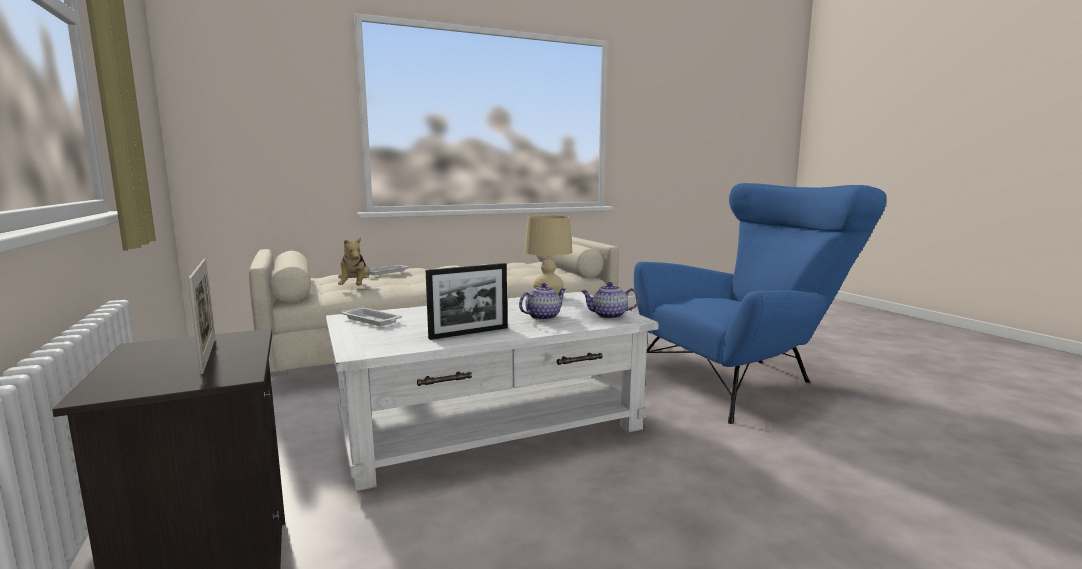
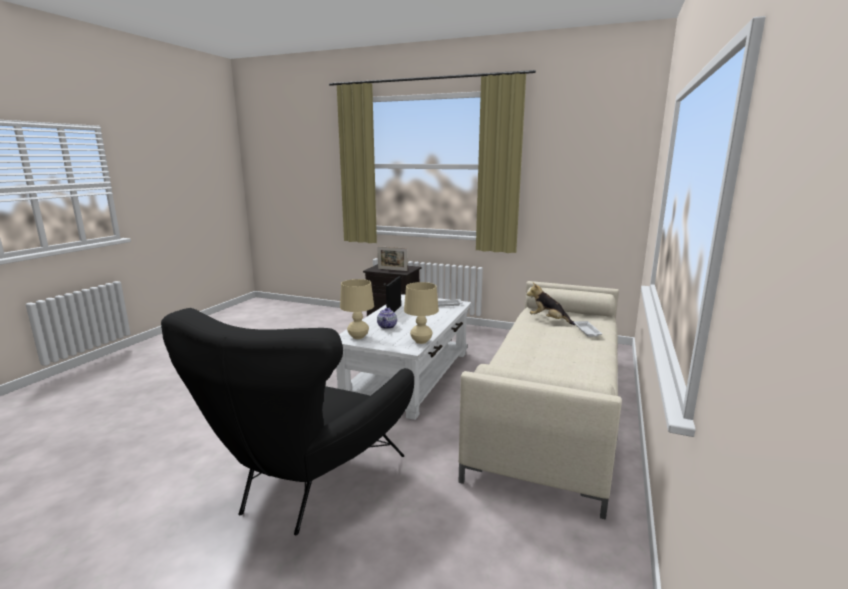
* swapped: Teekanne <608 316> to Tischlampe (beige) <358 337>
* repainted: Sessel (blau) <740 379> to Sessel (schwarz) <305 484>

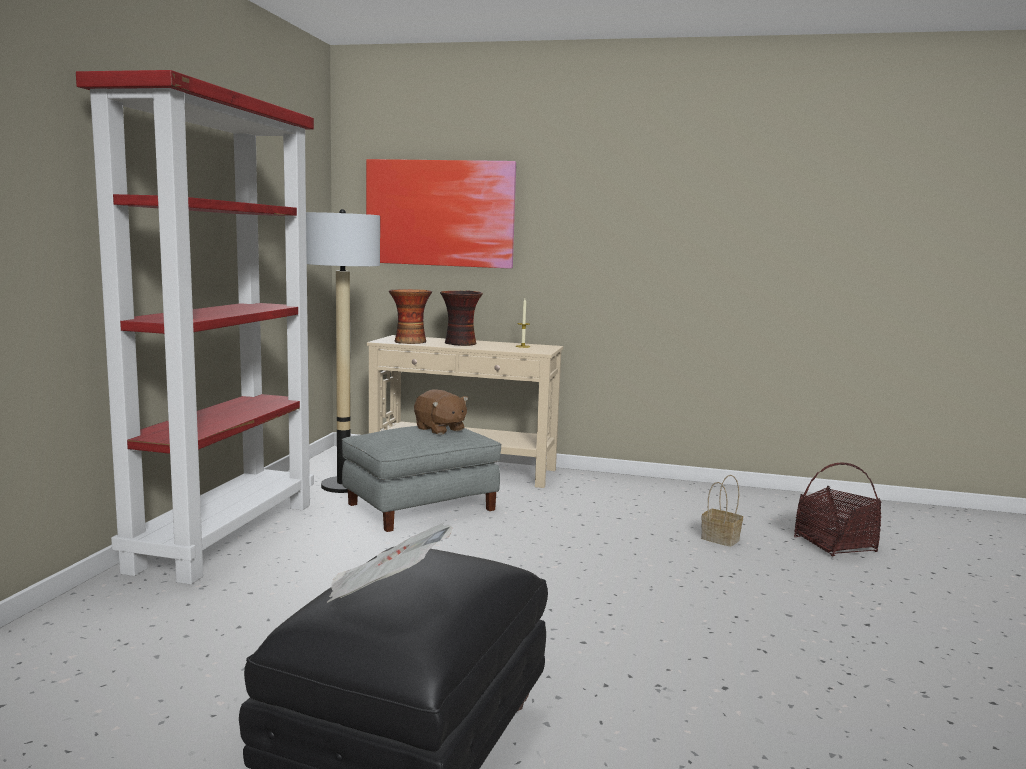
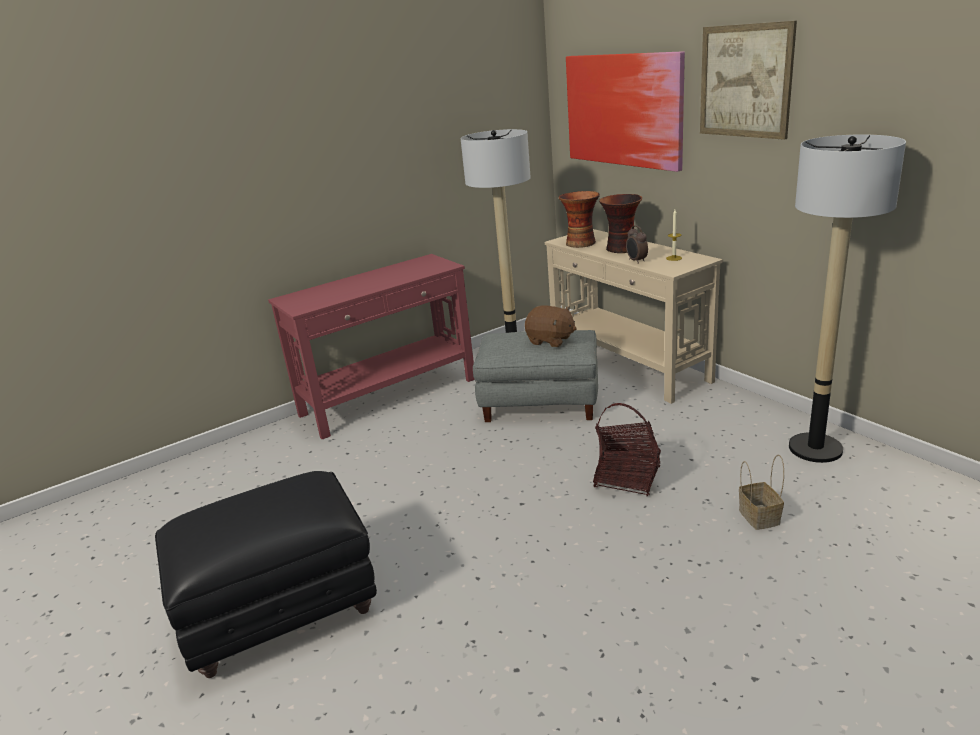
* gone: Zeitung <385 593>
* new: Wecker <636 261>
* new: Bild <745 81>
* new: Stehlampe <815 448>
* shifted: Korb <835 545> to <627 478>
* swapped: Bücherregal (rot) <225 534> to Konsolentisch (rot) <390 397>
* rotated: Plüschtier (braun) <440 429> = <550 340> 60 degrees counterclockwise

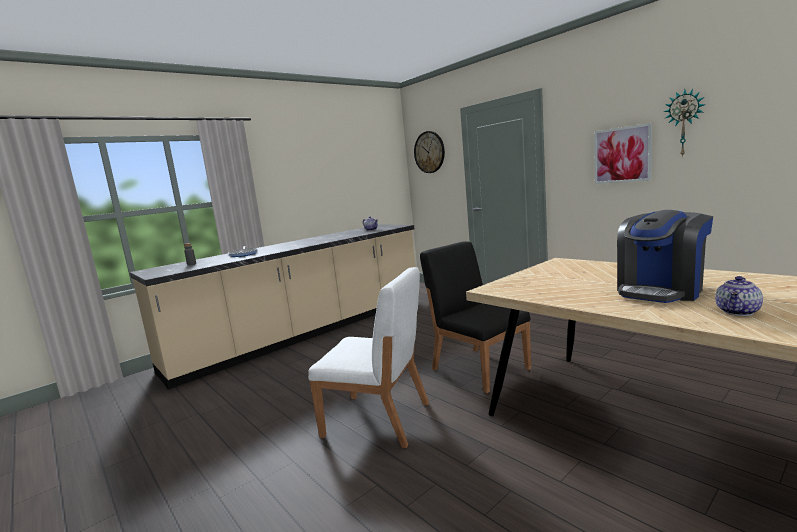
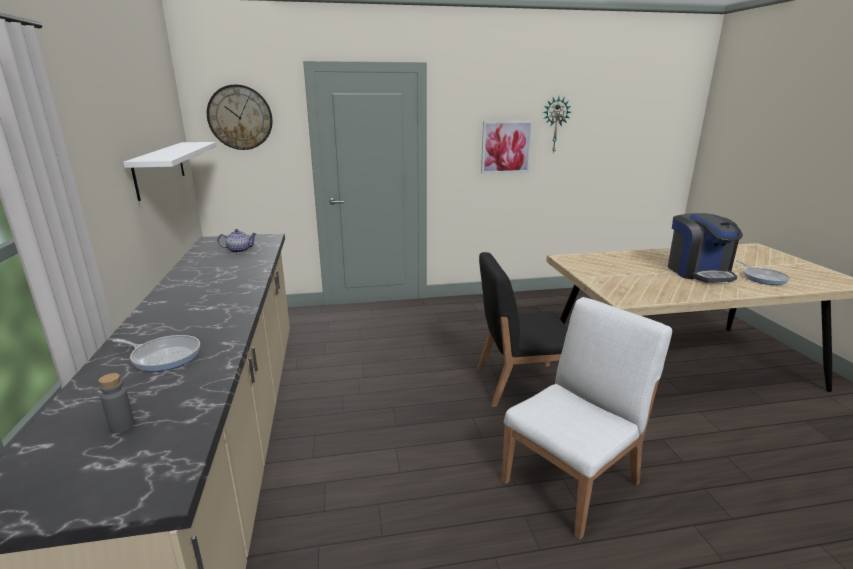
* new: Wandregal (weiß) <160 168>
* swapped: Teekanne <738 312> to Pfanne <763 278>

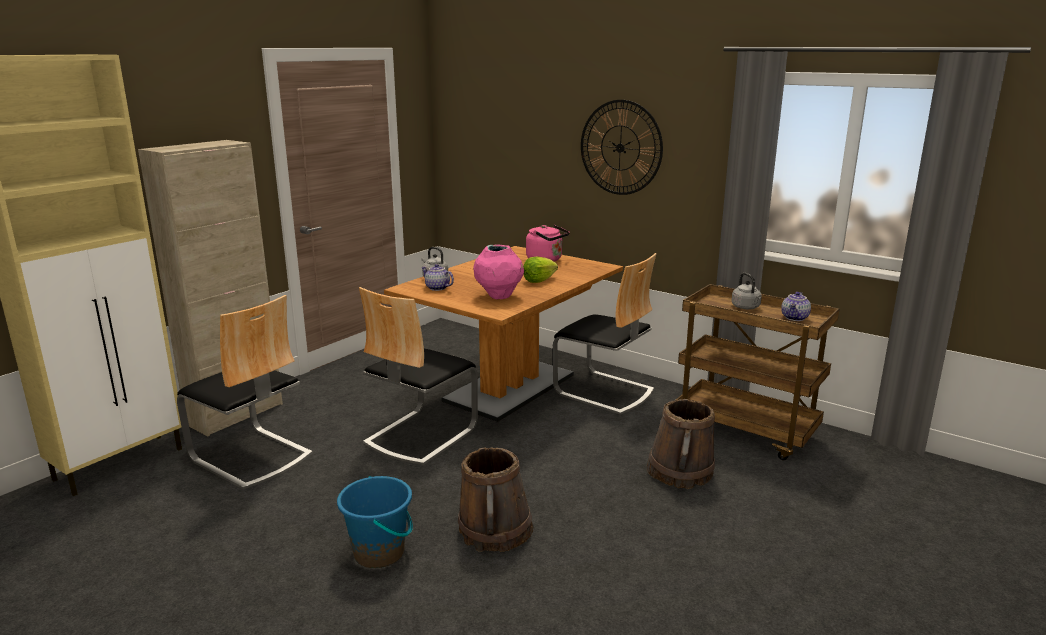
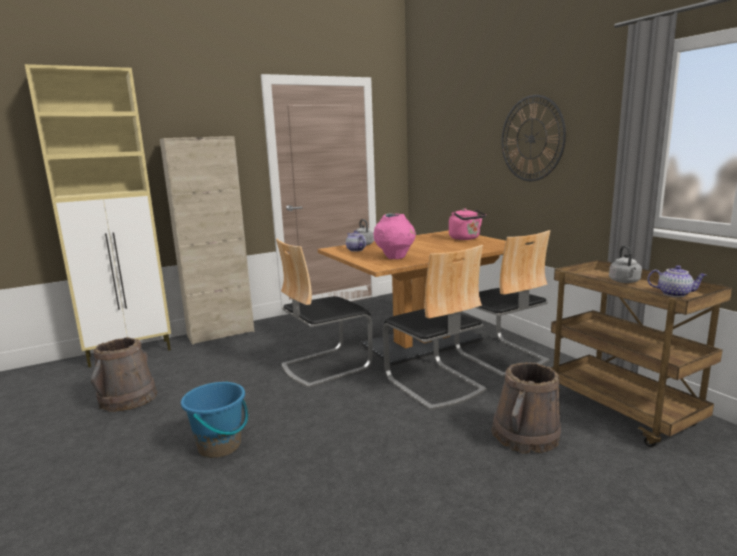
* gone: Salatkopf <539 280>
* shifted: Stuhl <250 457> to <434 384>
* shifted: Eimer (braun) <495 530> to <128 399>
* rotated: Teekanne <795 318> = <674 294> 120 degrees counterclockwise

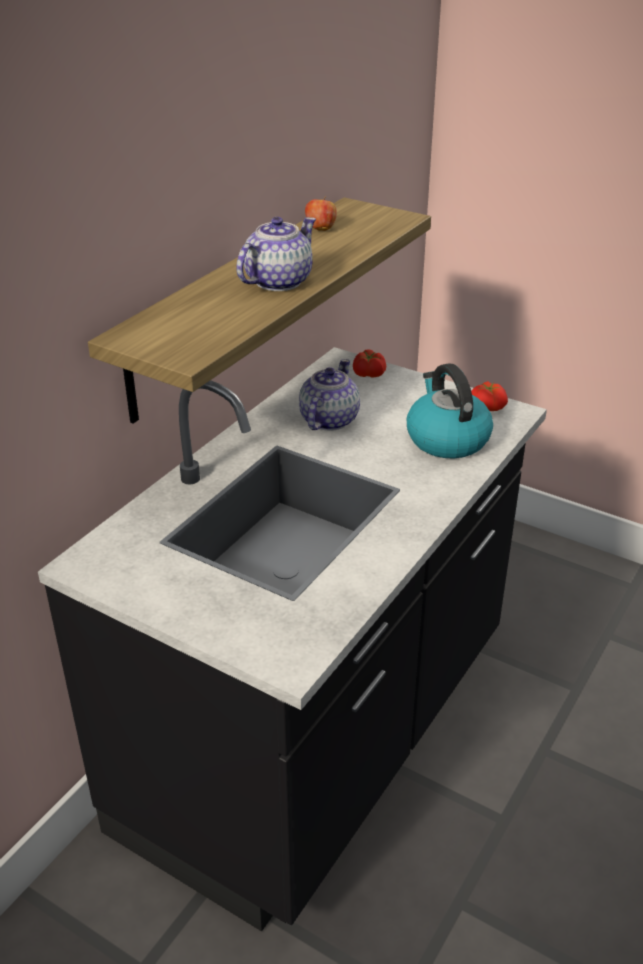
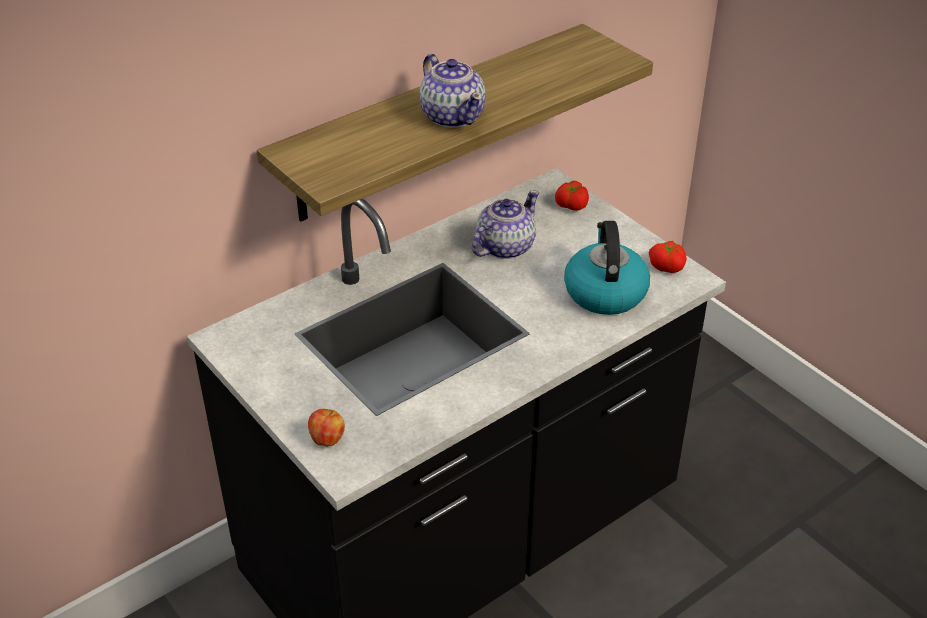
* shifted: Apfel <320 229> to <327 439>
* rotated: Teekanne <277 282> = <452 116> 90 degrees clockwise

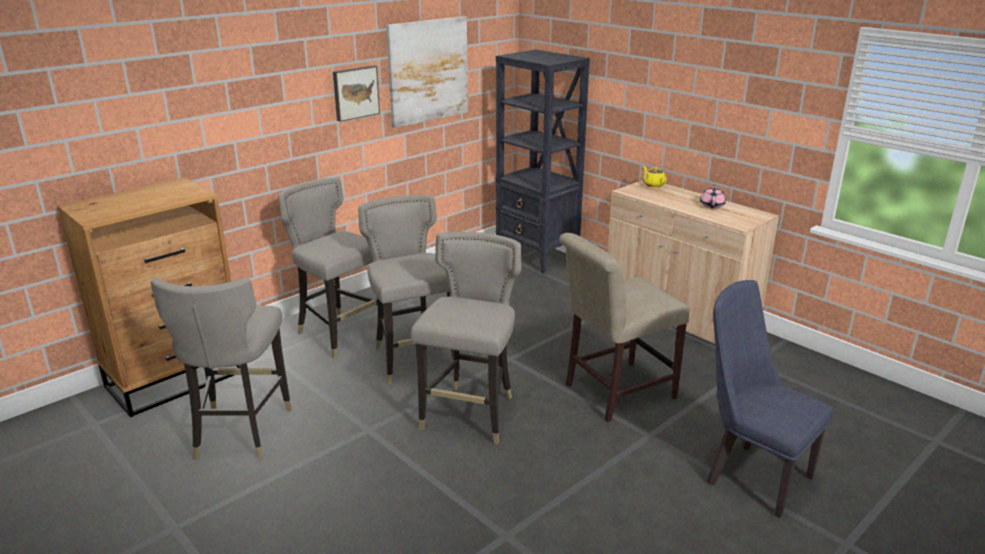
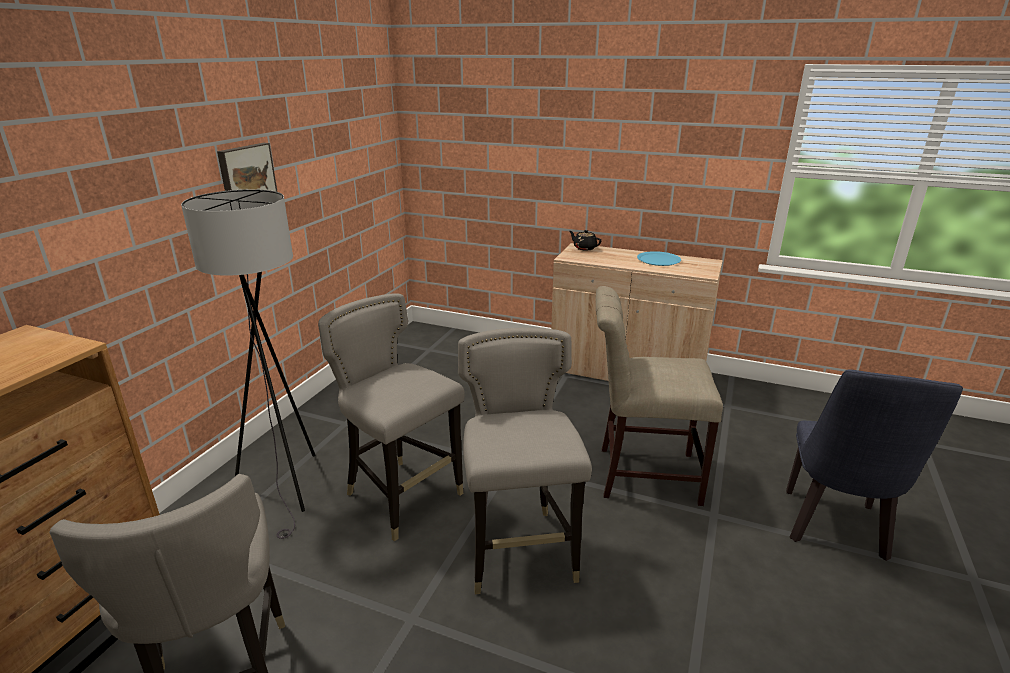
* gone: Bild <428 71>
* gone: Bücherregal (schwarz) <537 257>
* swapped: Hocker (grau) <340 334> to Stehlampe (grau) <288 487>
* swapped: Teekanne (rosa) <712 205> to Teller (blau) <658 259>
* repainted: Teekanne (gelb) <653 184> to Teekanne (schwarz) <584 248>
* rotated: Stuhl (beige) <614 392> = <641 474> 60 degrees clockwise
* rotated: Stuhl (blau) <751 475> = <835 530> 90 degrees counterclockwise

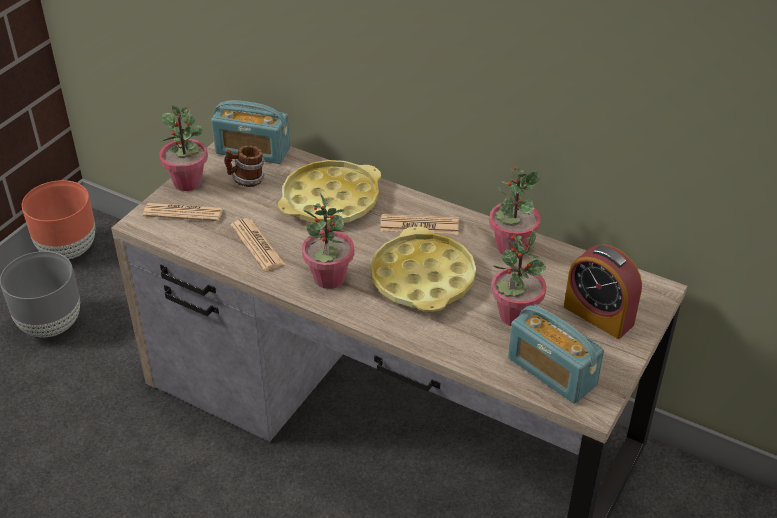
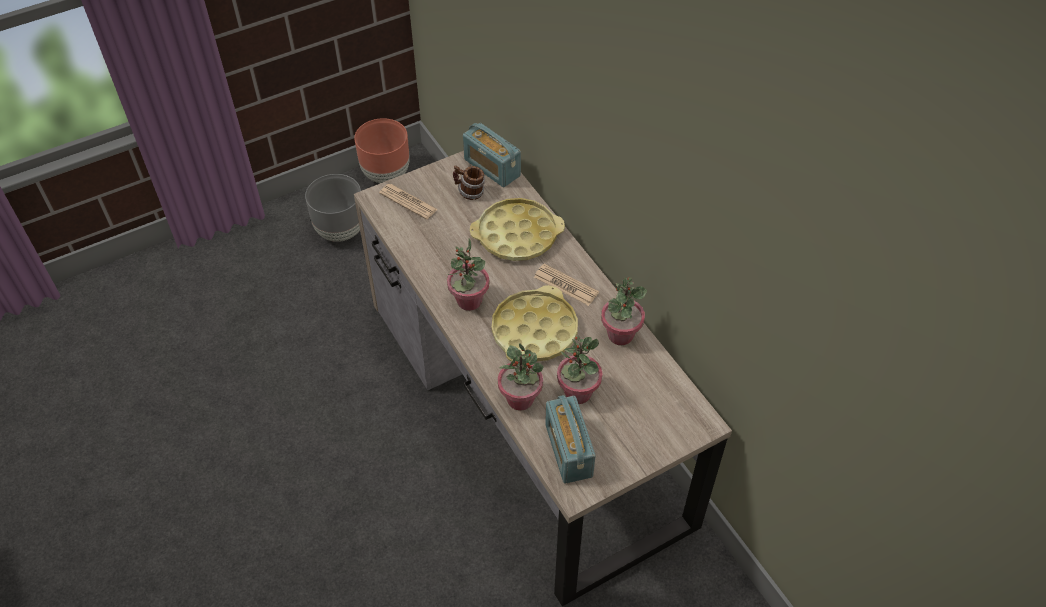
* gone: Zeitung <257 245>
* gone: Wecker <598 315>
* shifted: Topfpflanze <188 182> to <520 399>

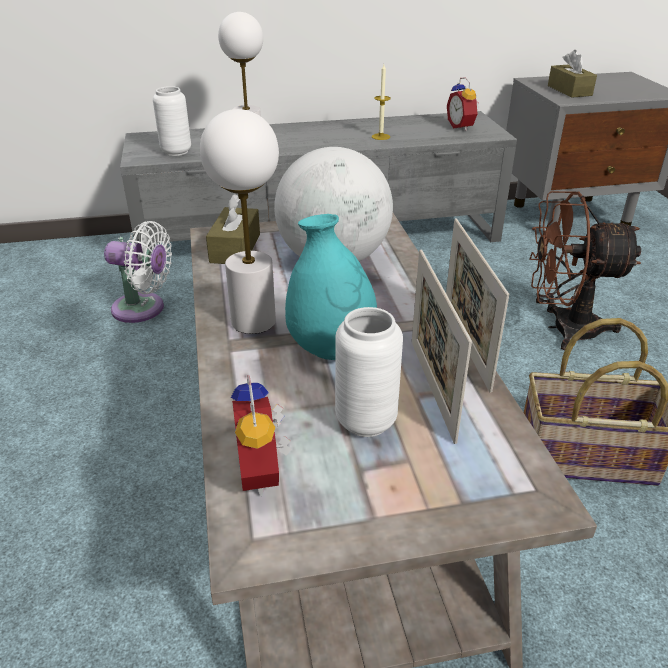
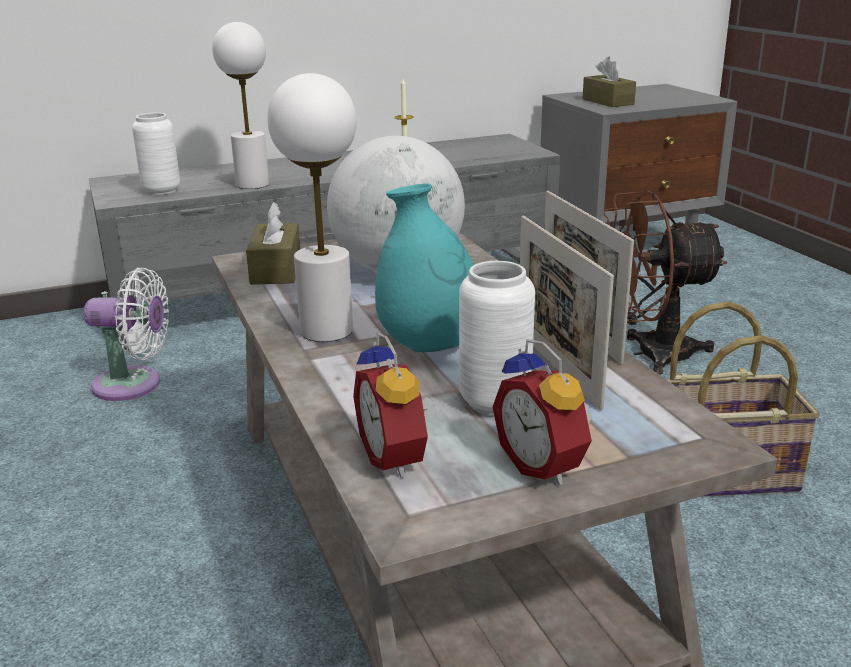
* shifted: Wecker <462 127> to <544 465>

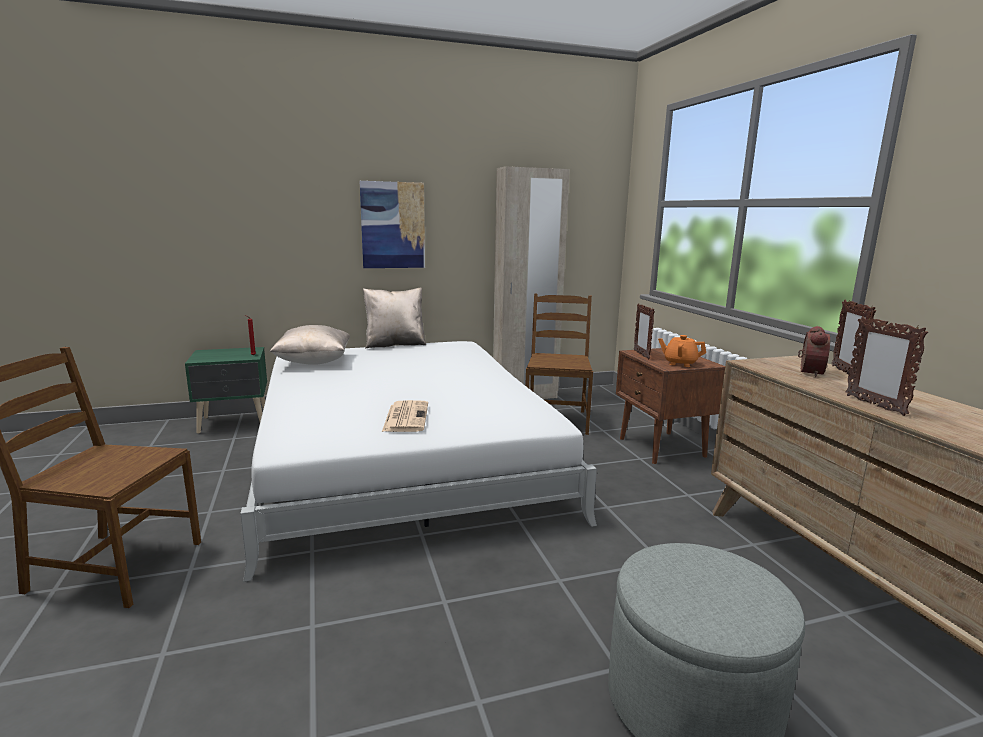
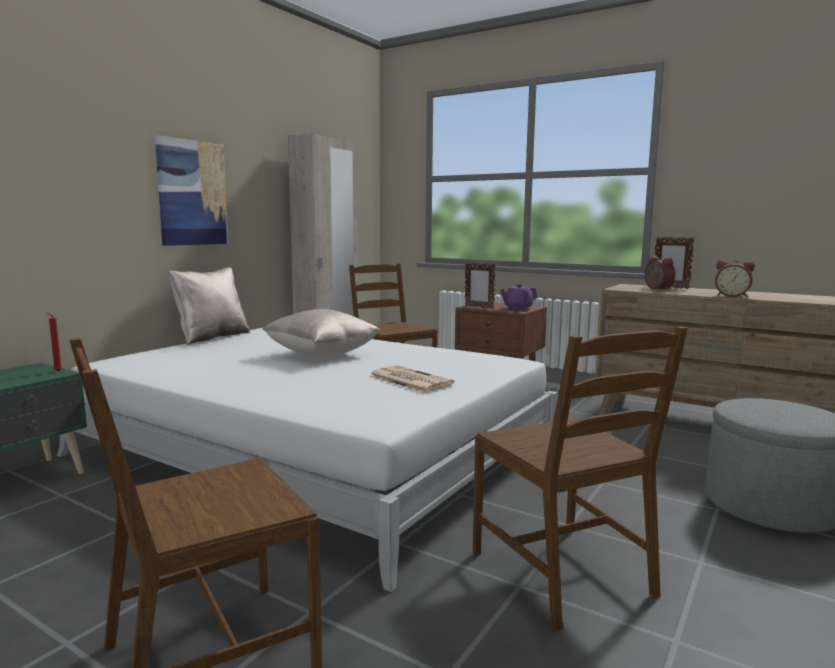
* new: Stuhl (braun) <564 573>
* shifted: Kissen (beige) <314 362> to <321 355>
* swapped: Bilderrahmen <874 405> to Wecker <732 296>
* repainted: Teekanne (orange) <680 363> to Teekanne (lila) <517 308>

